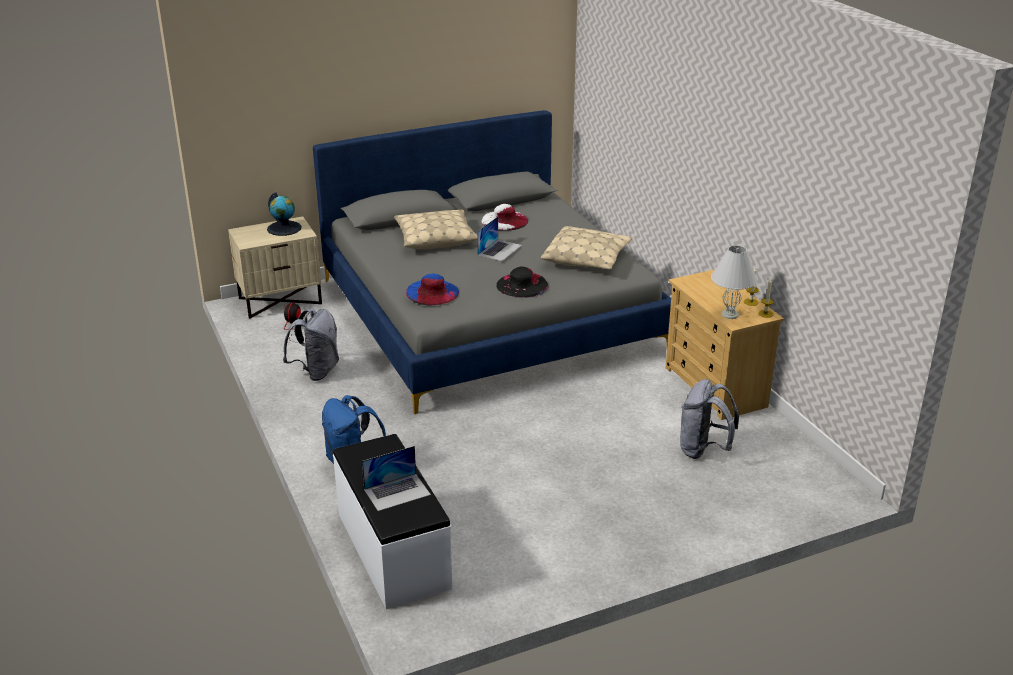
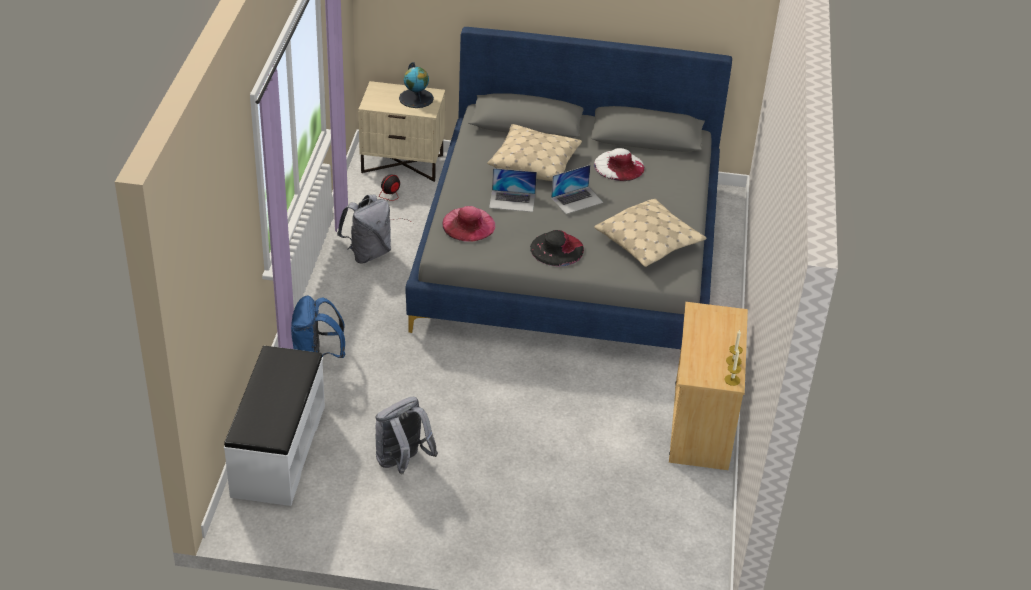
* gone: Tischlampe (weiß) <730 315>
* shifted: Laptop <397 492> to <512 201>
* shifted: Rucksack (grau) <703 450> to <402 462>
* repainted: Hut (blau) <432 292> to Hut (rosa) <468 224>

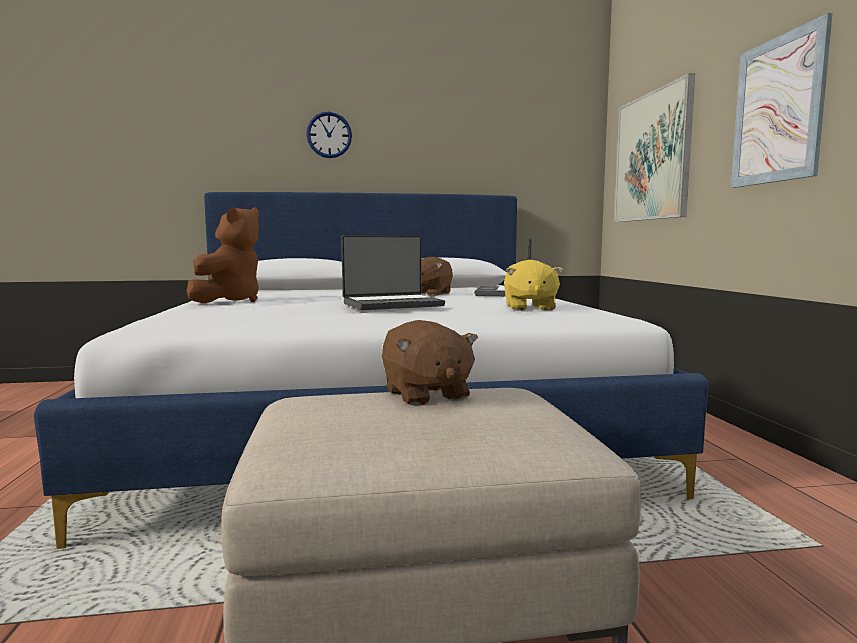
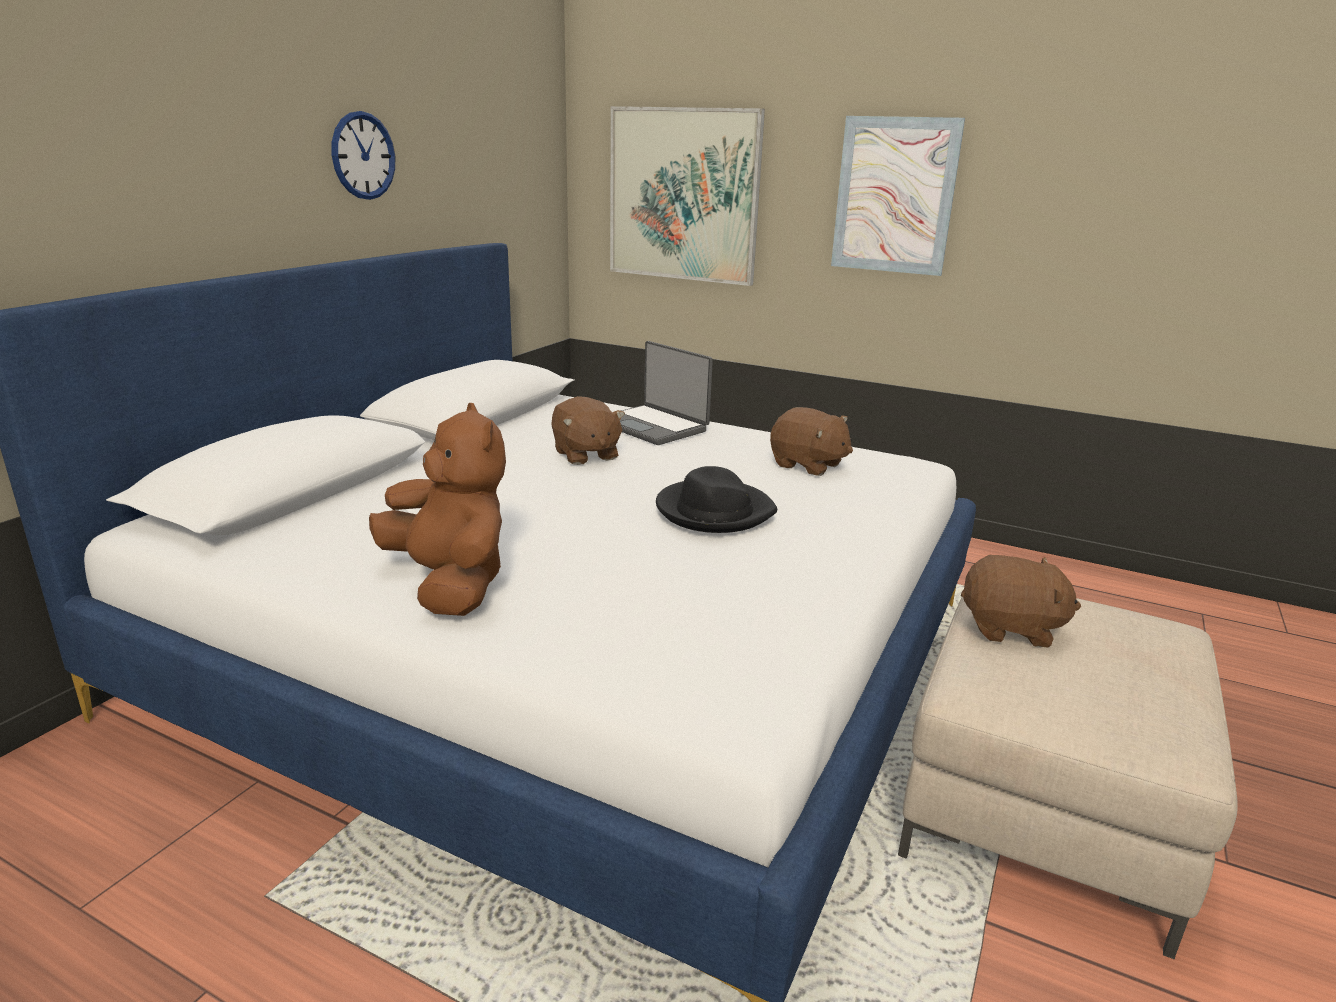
* shifted: Wanduhr <329 135> to <363 156>
* swapped: Laptop <392 304> to Hut (schwarz) <714 511>
* repainted: Plüschtier (gelb) <529 308> to Plüschtier (braun) <808 465>

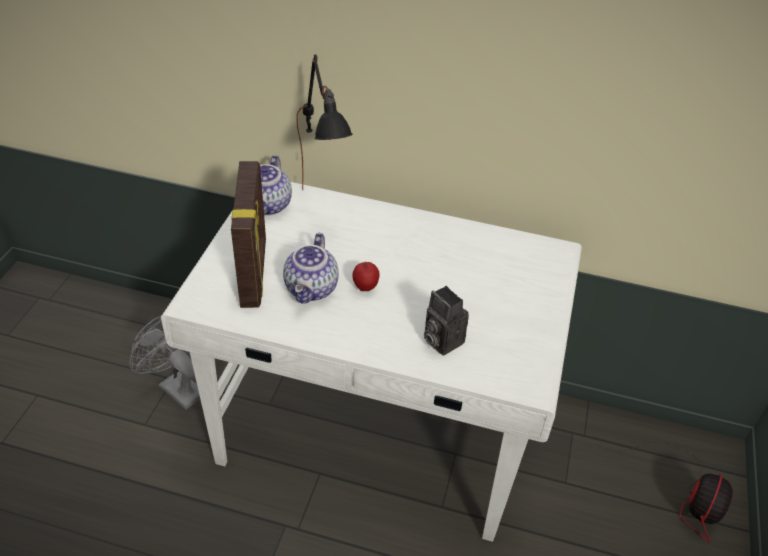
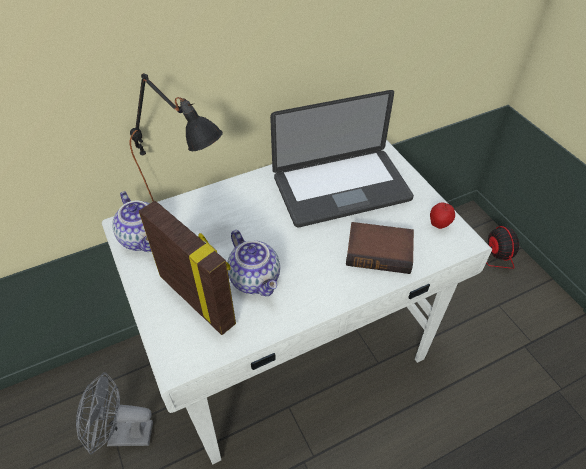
* new: Laptop <341 189>
* shifted: Apfel <365 288> to <439 225>
* swapped: Kamera <440 340> to Buch <380 251>

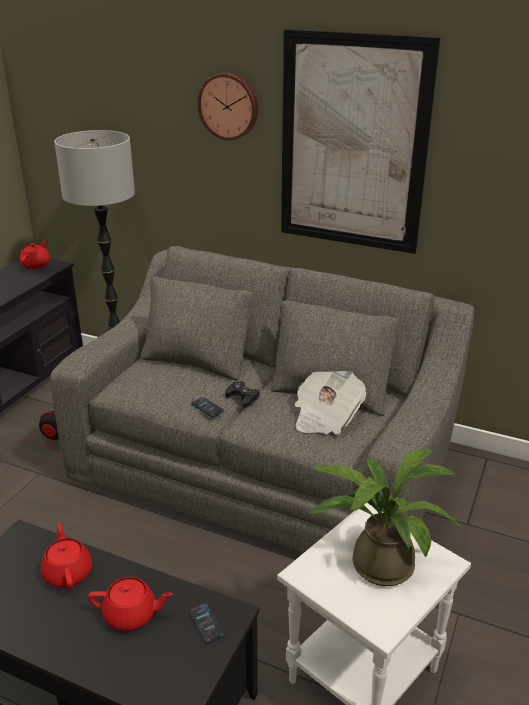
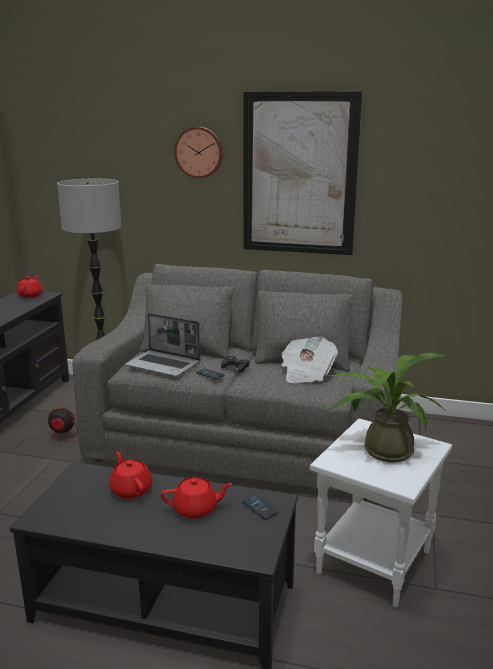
* new: Laptop <164 365>

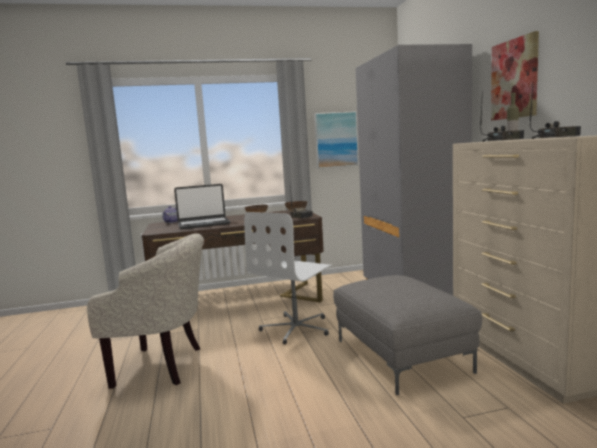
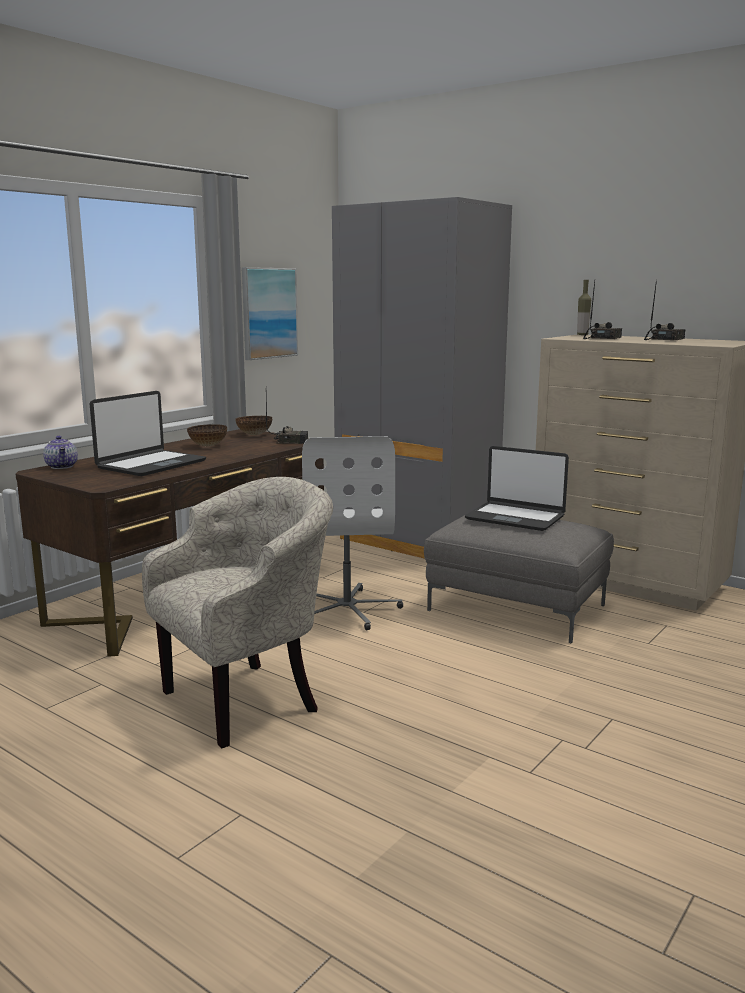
* gone: Bild <514 79>
* new: Laptop <515 517>

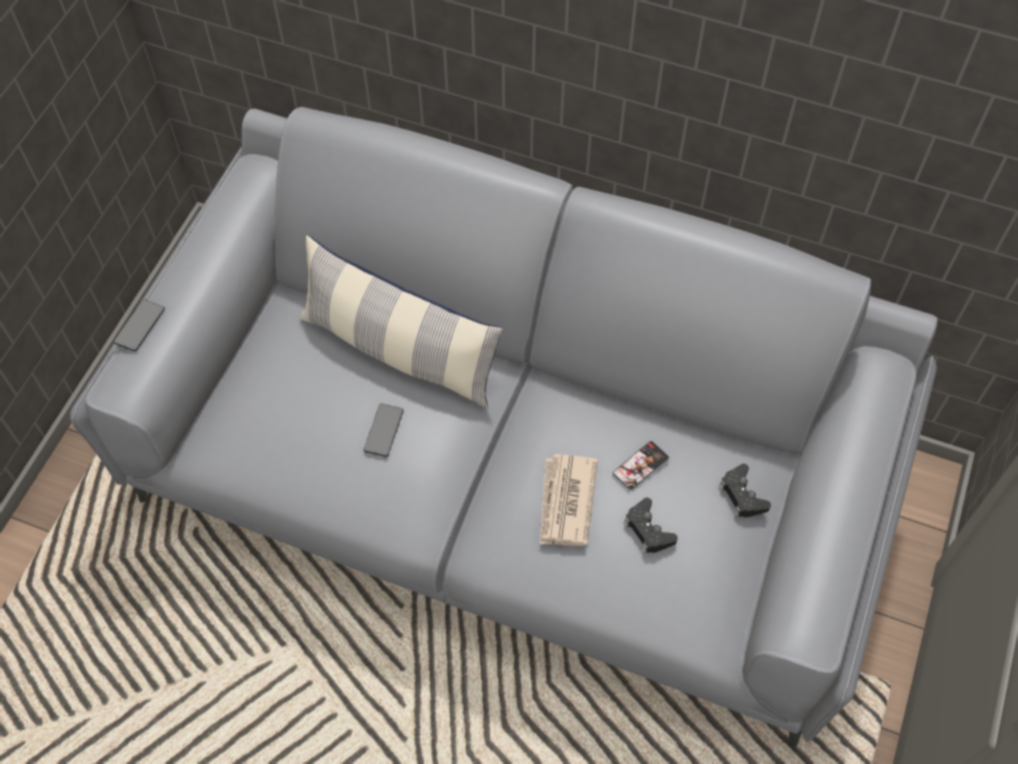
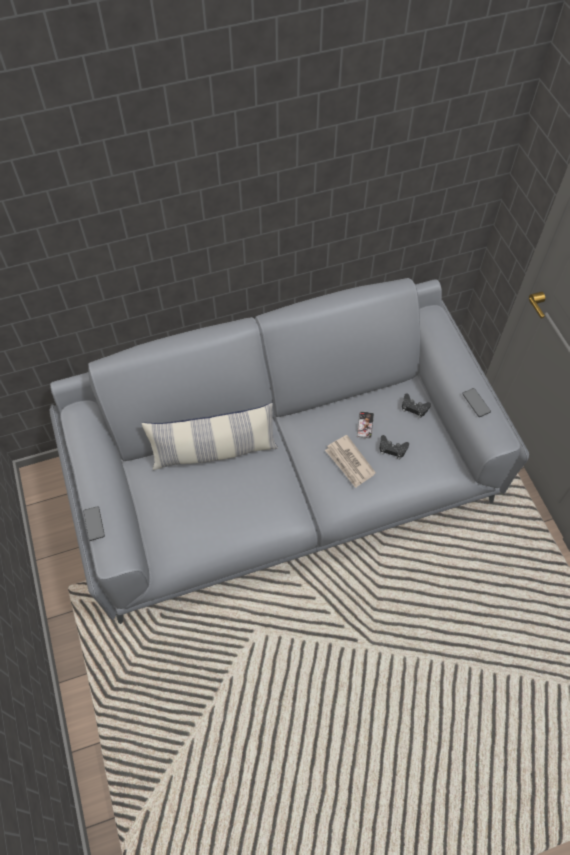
* shifted: Handy <383 430> to <476 403>

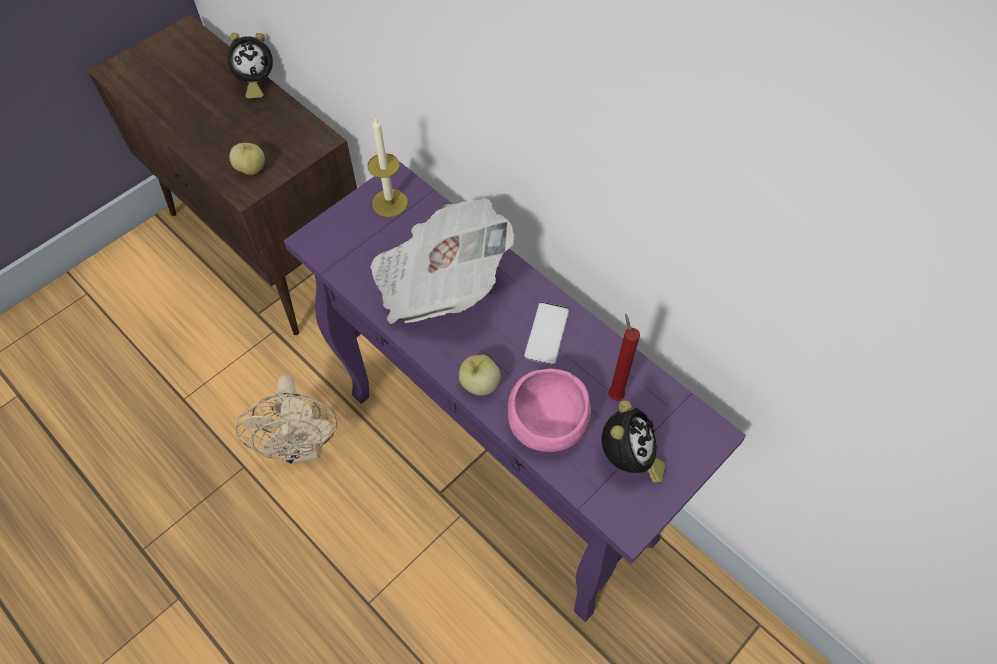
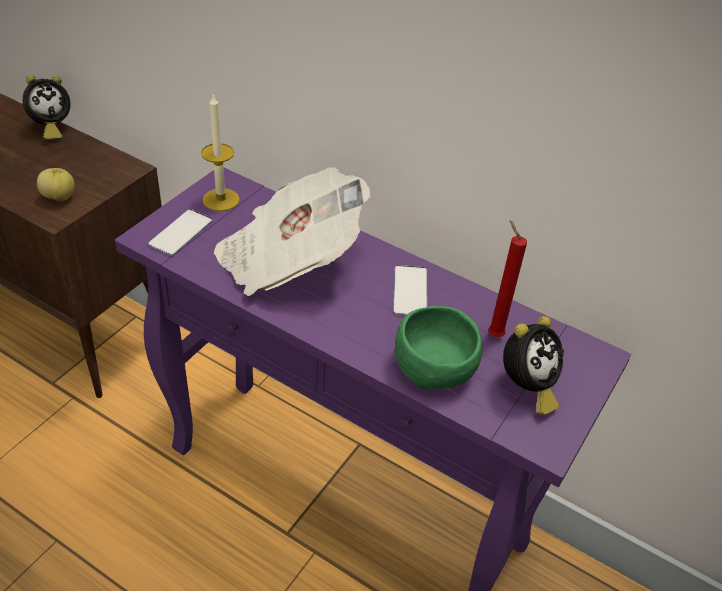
* gone: Ventilator (beige) <302 447>
* gone: Apfel <479 384>
* new: Handy <181 232>
* repainted: Schüssel (rosa) <549 421> to Schüssel (grün) <436 365>
* rotated: Wecker <628 459> = <526 388> 45 degrees clockwise

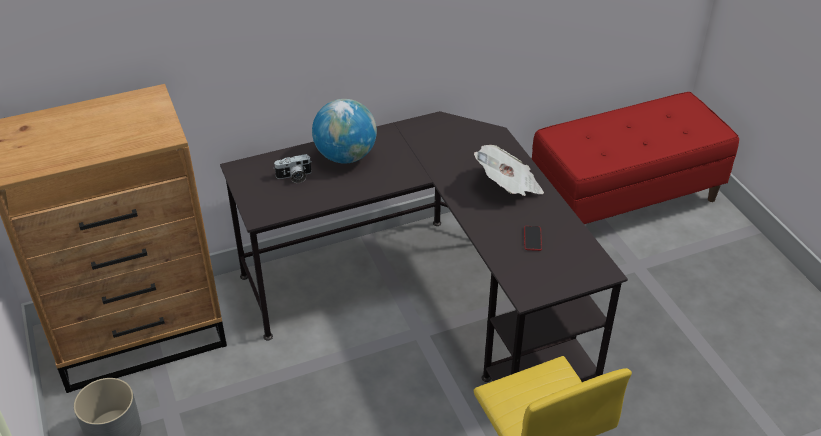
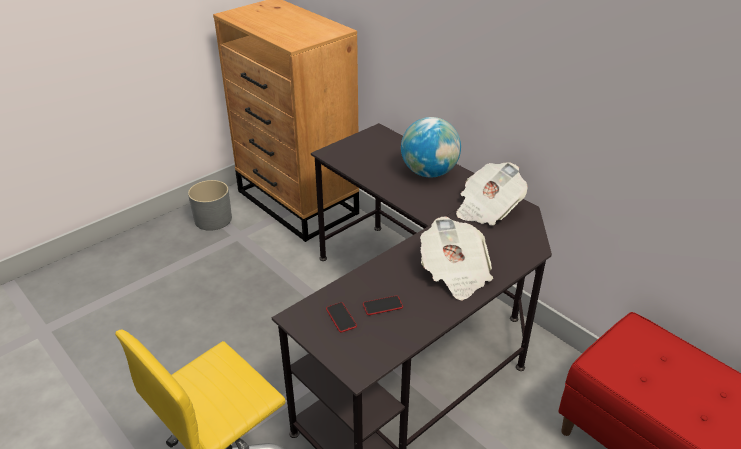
* gone: Kamera <294 177>
* new: Handy <341 318>
* new: Zeitung <487 209>

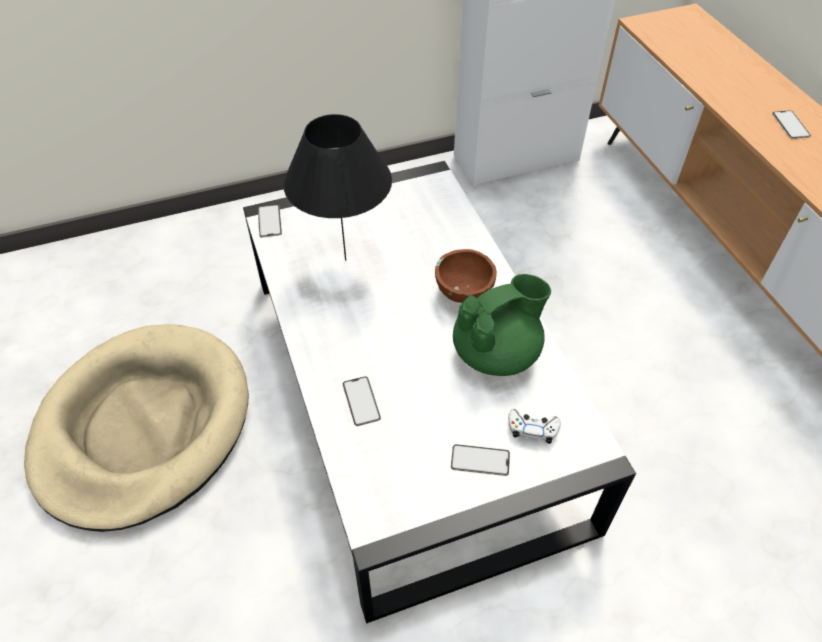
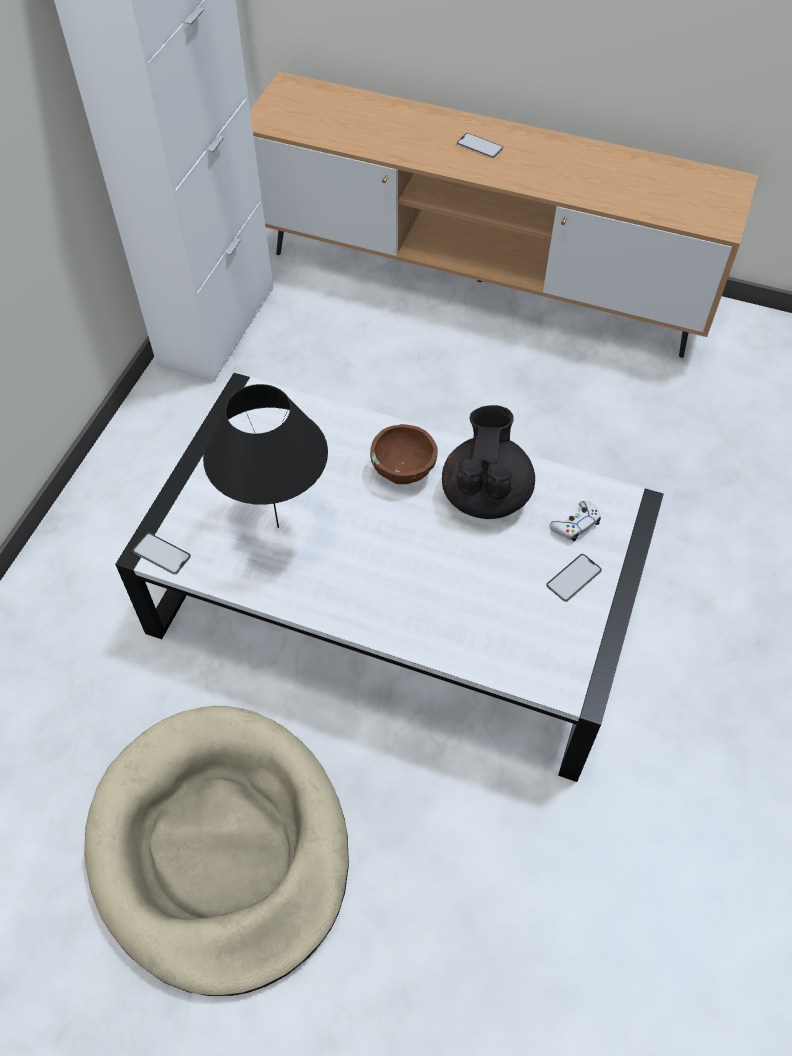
* gone: Handy <361 401>
* repainted: Teekanne (grün) <497 352> to Teekanne (schwarz) <485 494>

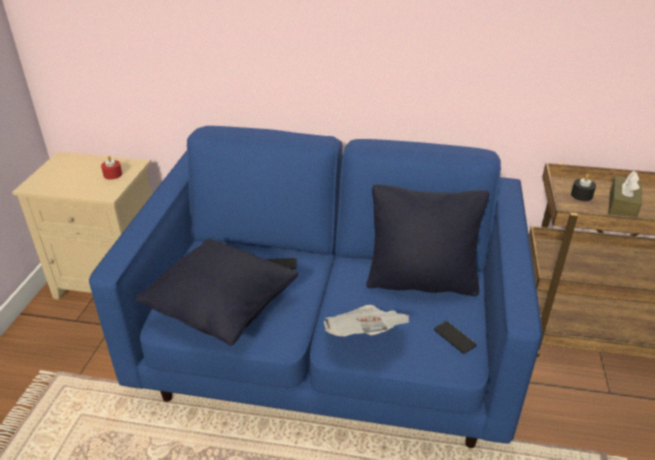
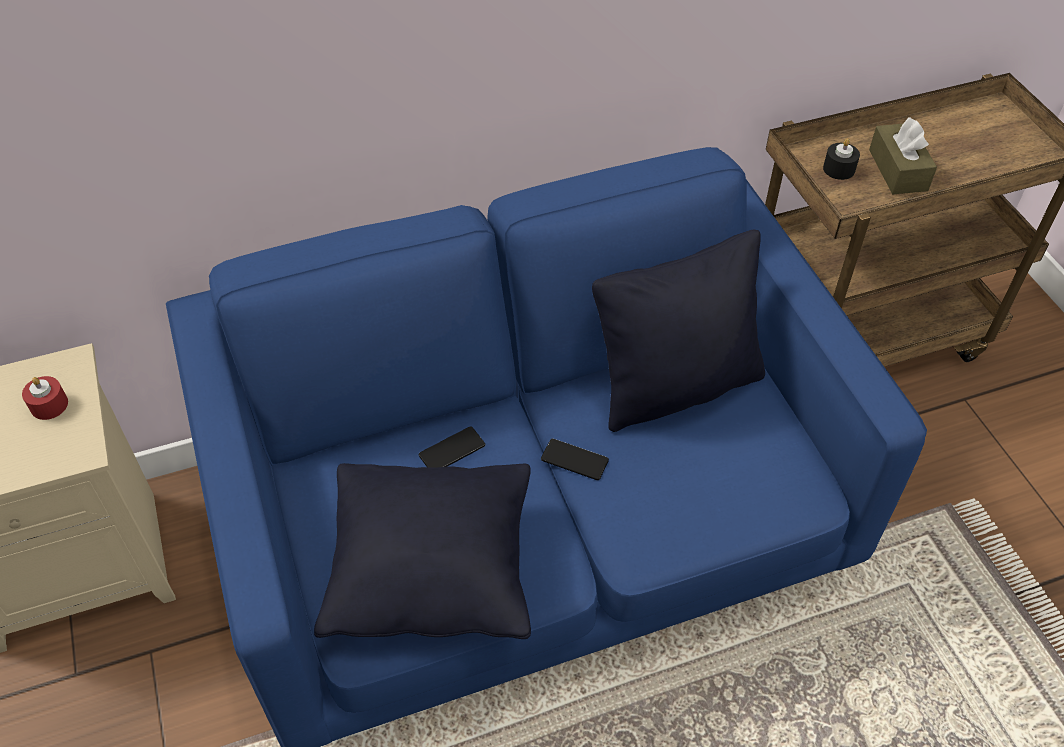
* gone: Zeitung <364 337>
* shifted: Handy <454 337> to <574 460>

